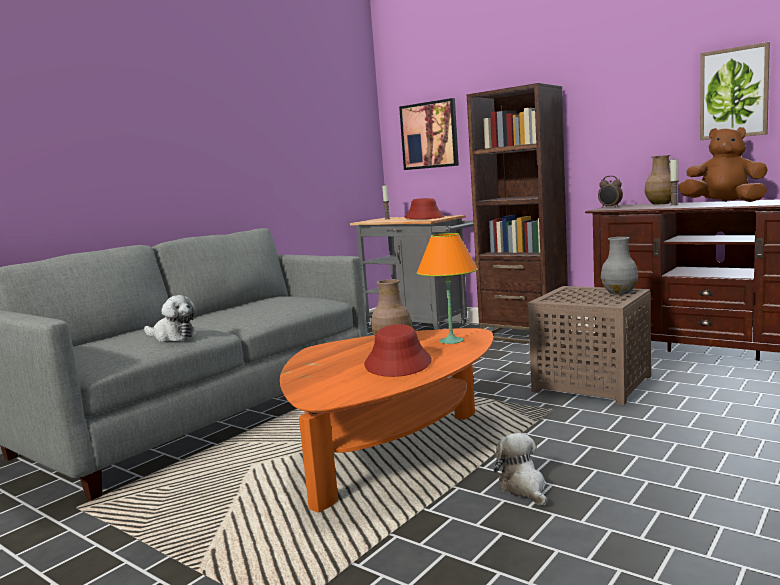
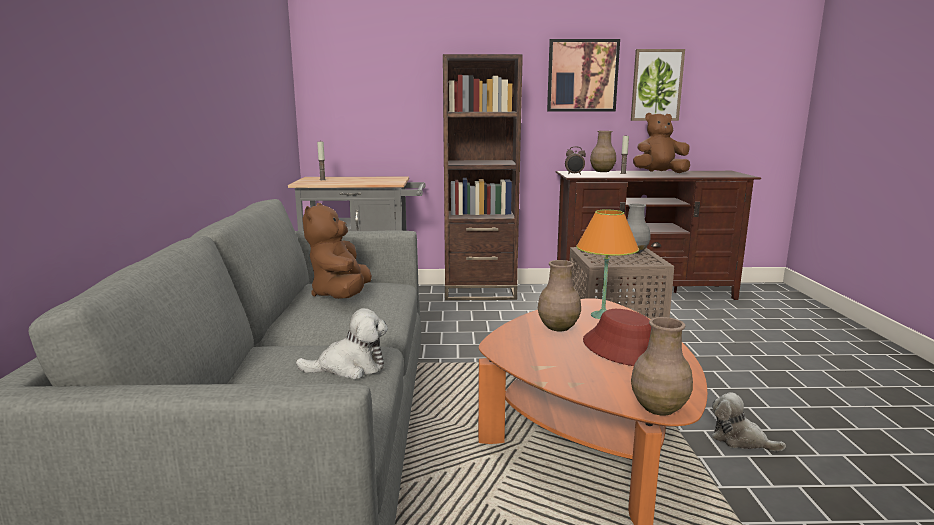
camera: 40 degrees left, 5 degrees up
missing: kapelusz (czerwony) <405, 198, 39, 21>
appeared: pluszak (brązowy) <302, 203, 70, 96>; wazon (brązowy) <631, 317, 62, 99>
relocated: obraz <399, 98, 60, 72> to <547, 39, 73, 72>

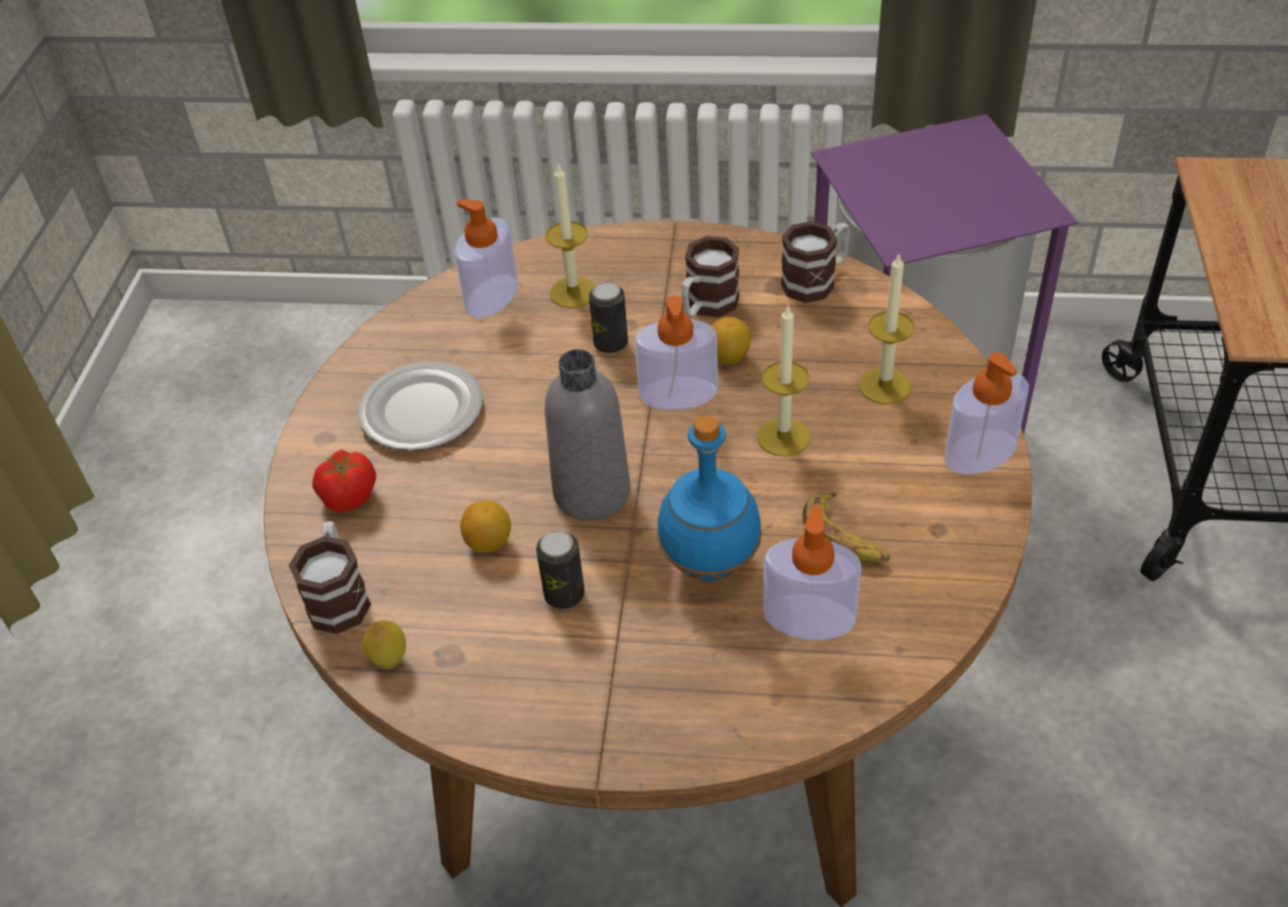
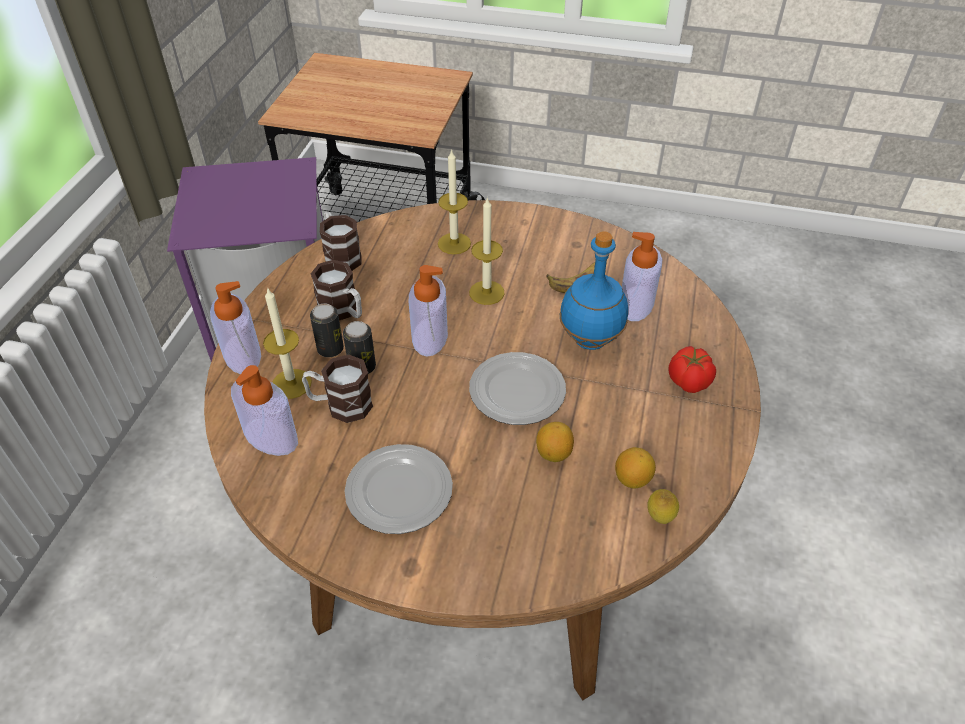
camera: 85 degrees left, 0 degrees up
relocated: dozownik mydła <944, 352, 85, 123> to <210, 281, 51, 93>; kubek <289, 521, 82, 113> to <302, 354, 71, 69>; puszka <536, 530, 49, 79> to <310, 303, 34, 54>; cytryna <711, 317, 40, 47> to <615, 447, 41, 42>; pomidor <312, 449, 64, 64> to <668, 346, 48, 47>
exchanged: butelka (szary) <545, 349, 86, 172> to talerz <469, 352, 97, 73>

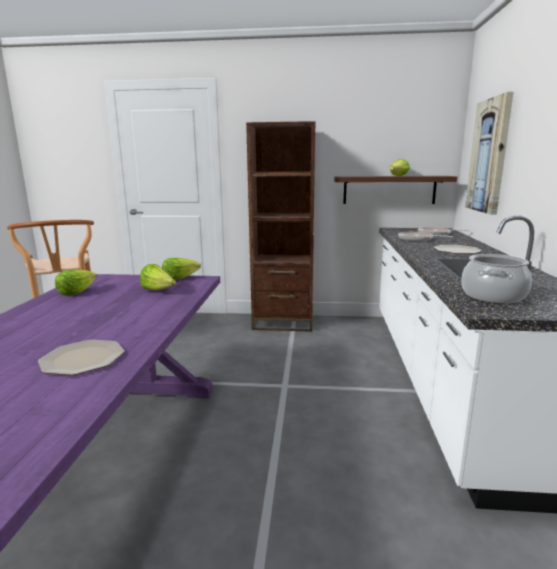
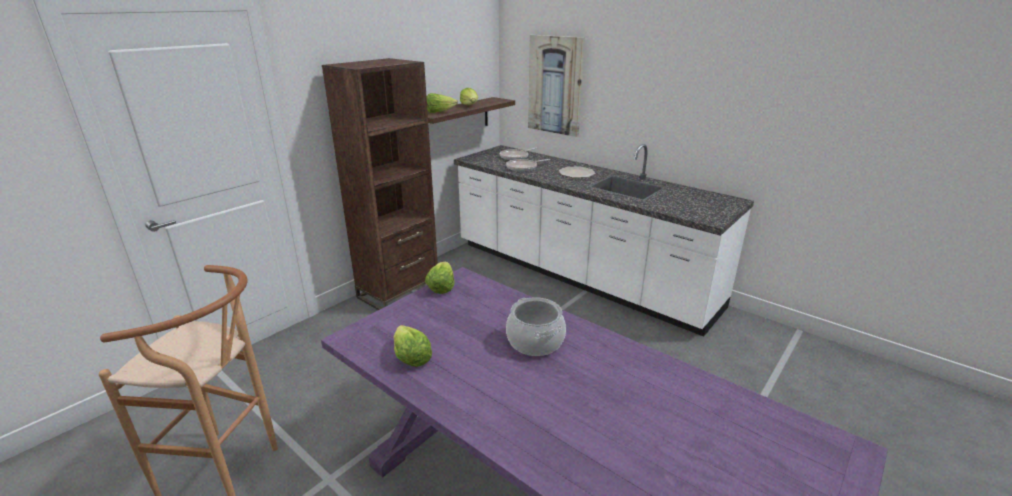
camera: 55 degrees left, 10 degrees up
missing: talerz <38, 340, 87, 35>
relocated: sałata <140, 264, 36, 26> to <427, 93, 31, 20>; garnek <461, 254, 71, 50> to <506, 297, 60, 59>

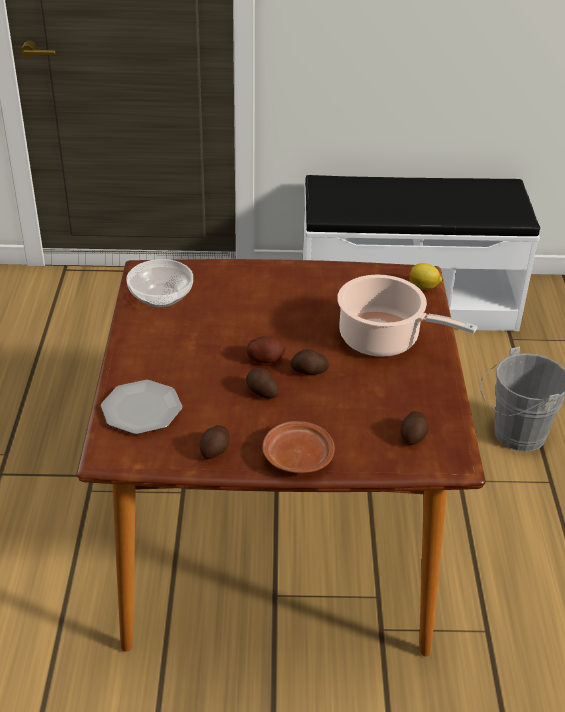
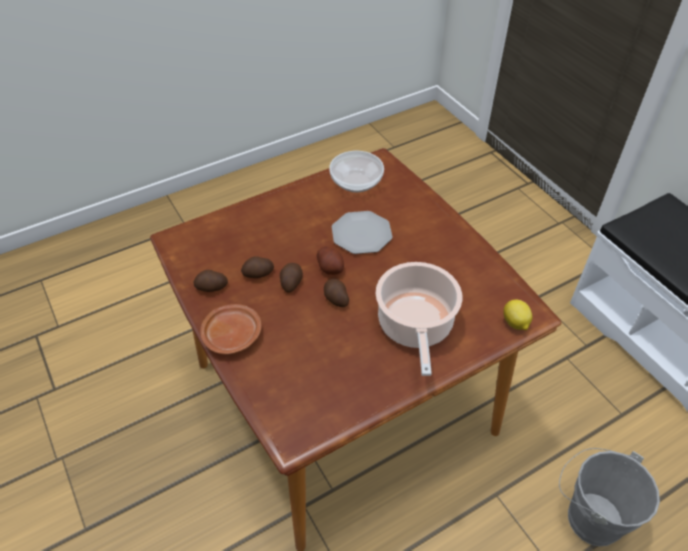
camera: 60 degrees right, 10 degrees up
relocated: ziemniak <400, 411, 29, 34> to <241, 256, 33, 22>; talerz <101, 380, 81, 54> to <332, 211, 61, 43>

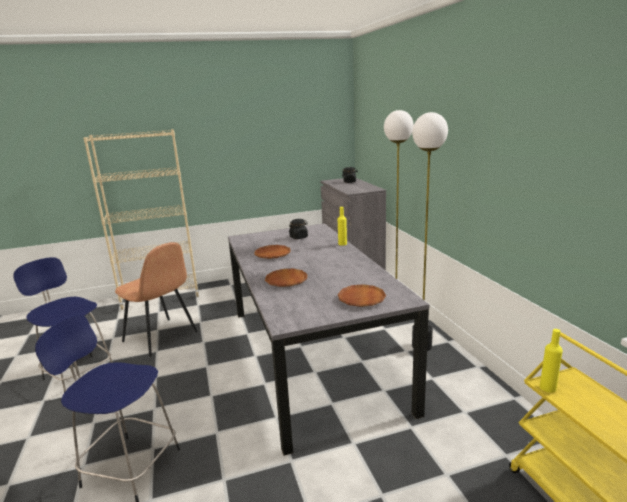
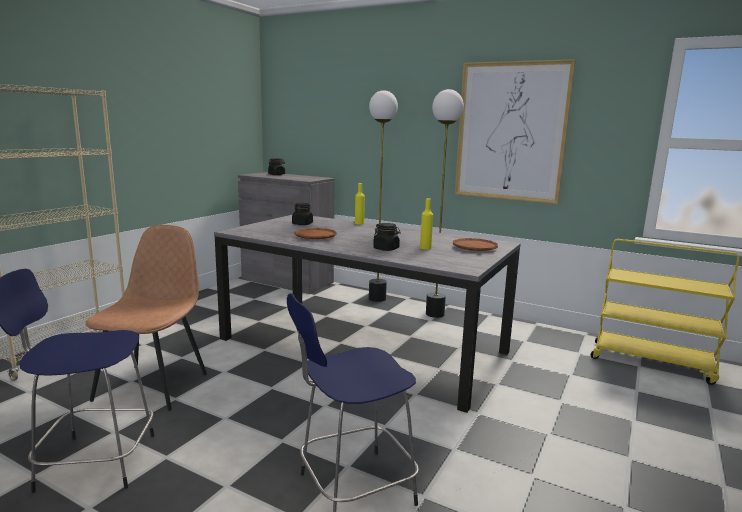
camera: 45 degrees left, 5 degrees down
appeared: obraz <455, 59, 121, 145>
relocated: butelka (żółty) <540, 329, 23, 64> to <420, 199, 13, 51>
exchanged: talerz (brązowy) <265, 269, 42, 18> to słoik (czarny) <373, 223, 28, 28>
spun: krzesło (brązowy) <115, 242, 82, 115> = <86, 225, 121, 186> 75 degrees counterclockwise

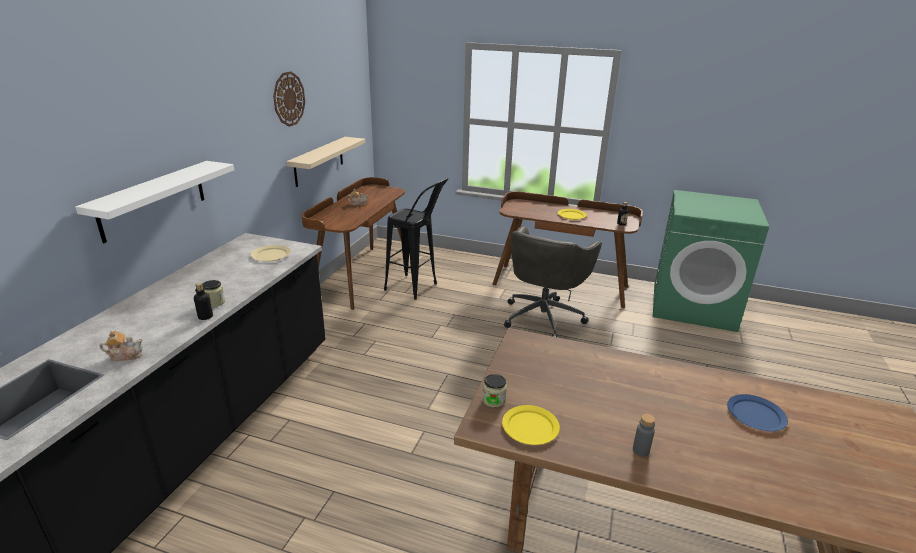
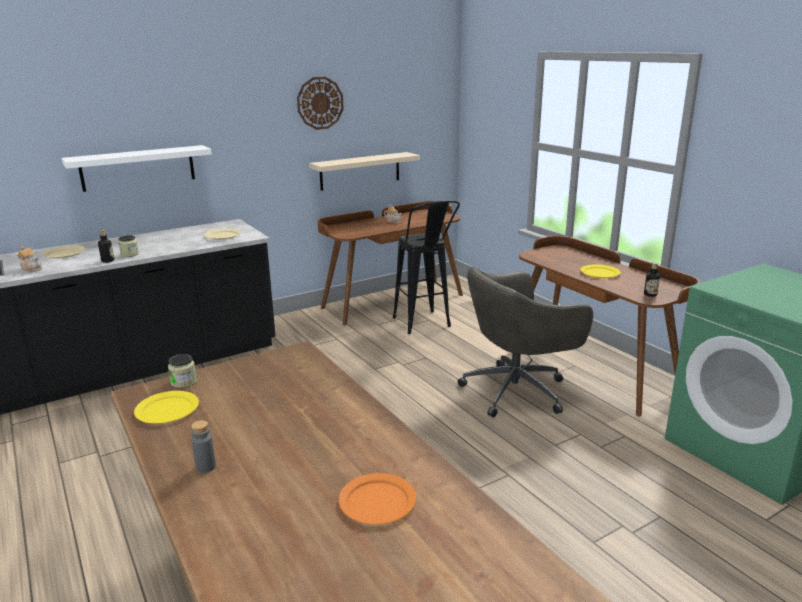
camera: 40 degrees right, 5 degrees down
appeared: talerz (beżowy) <42, 245, 43, 13>
colour: talerz (niebieski) <727, 394, 61, 37> to talerz (pomarańczowy) <339, 473, 77, 51>

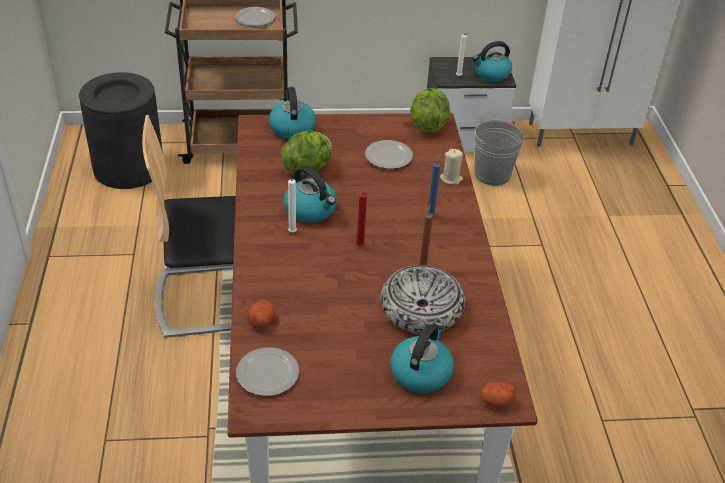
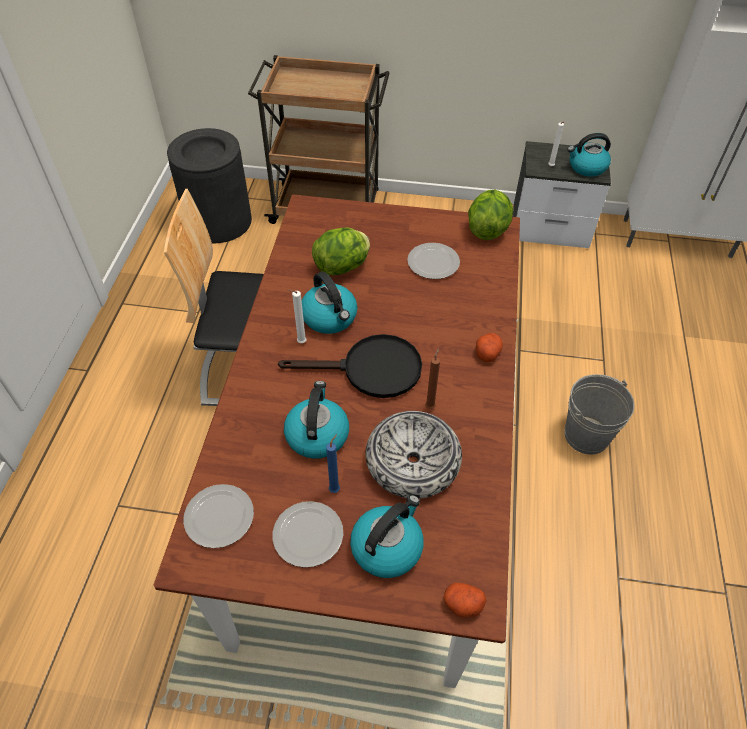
camera: 15 degrees right, 10 degrees up
missing: świeca (beżowy) <440, 149, 23, 36>
relocated: talerz <235, 7, 40, 19> to <273, 501, 70, 67>; czajnik <269, 87, 47, 52> to <284, 381, 65, 78>; świeca (niebieski) <427, 155, 14, 60> to <326, 434, 14, 59>; ziemniak <248, 300, 27, 30> to <476, 333, 27, 30>; wiadro (szary) <474, 119, 50, 67> to <564, 374, 70, 81>
exchanged: świeca (czerwony) <356, 188, 15, 58> to patelnia (czarny) <278, 334, 144, 64>

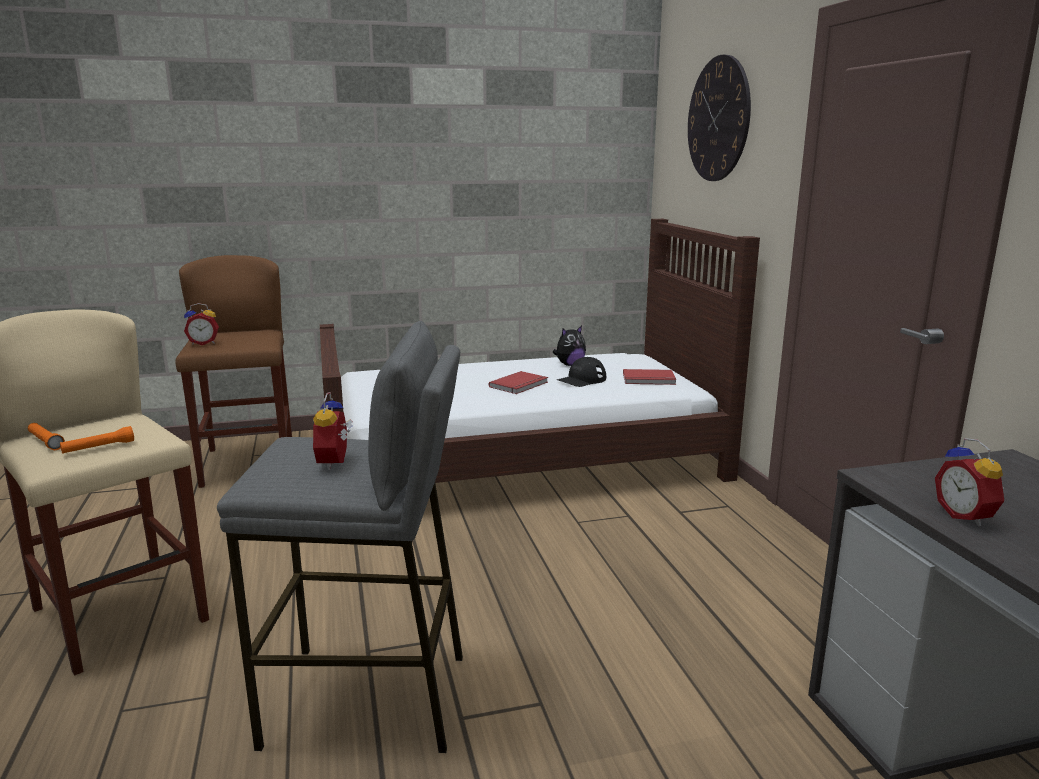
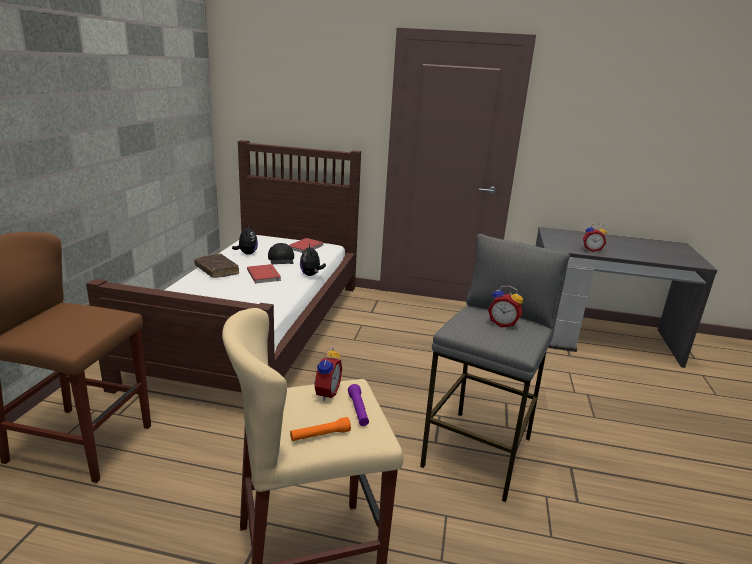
camera: 65 degrees left, 5 degrees up
missing: zegar ścienny <688, 55, 63, 126>
appeared: książka (brązowy) <194, 254, 45, 24>; pluszak <300, 244, 26, 32>
relocated: budzik <184, 303, 35, 42> to <314, 346, 28, 55>
colour: latarka (pomarańczowy) <60, 426, 74, 28> to latarka (fioletowy) <348, 384, 21, 42>

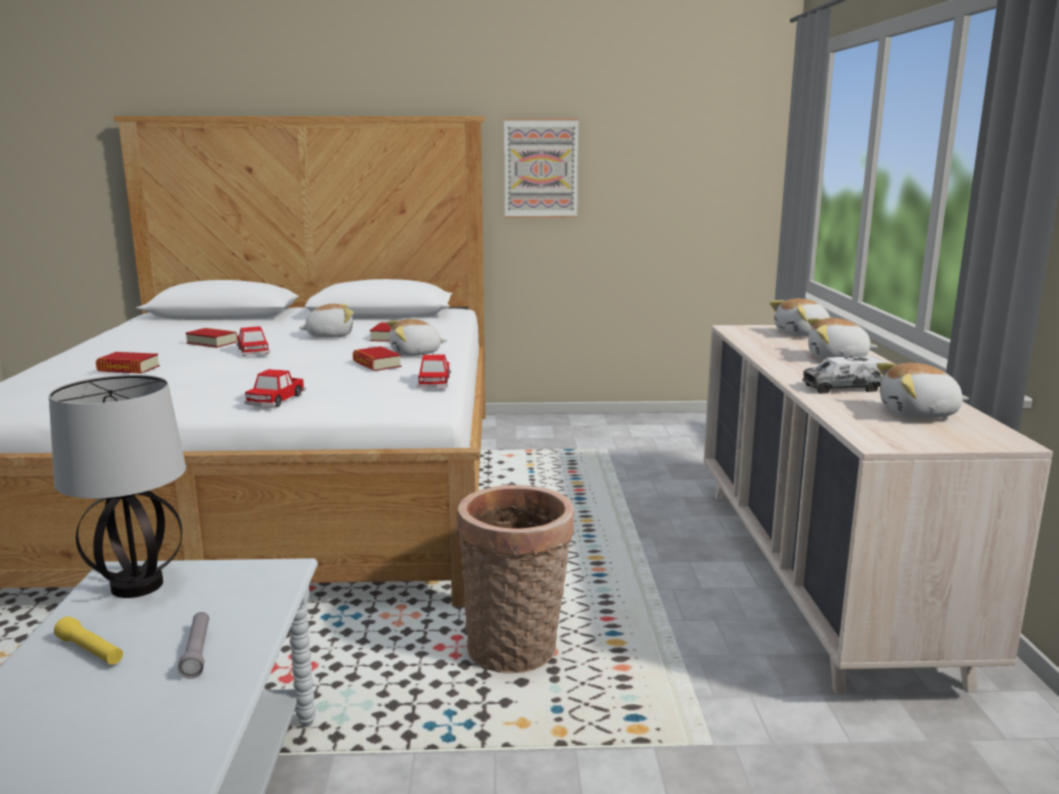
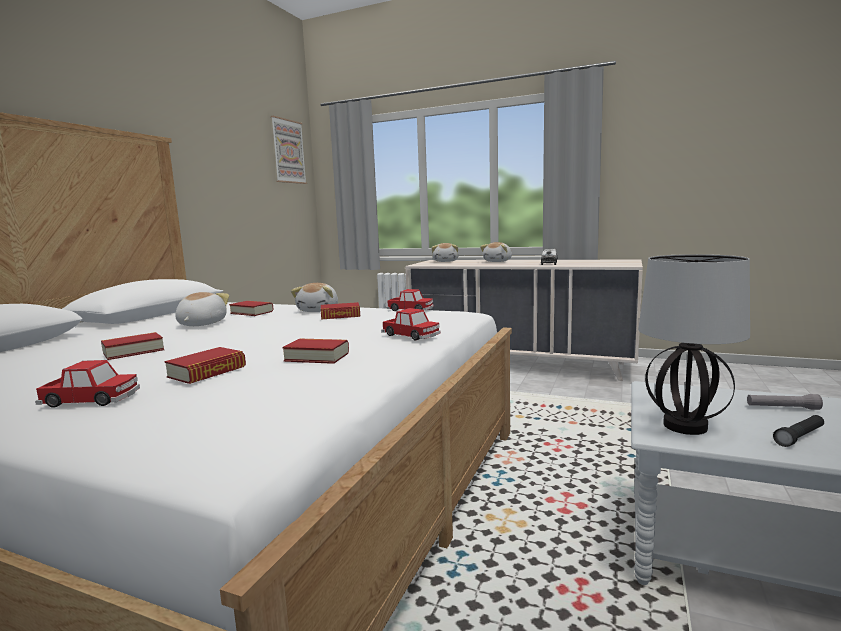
camera: 65 degrees left, 5 degrees down
missing: koszyk <456, 485, 118, 188>; pluszak <877, 363, 92, 56>
appeared: książka <282, 338, 67, 26>
relocated: samochodzik <236, 326, 34, 30> to <35, 360, 105, 48>; obraz <504, 118, 74, 100> to <271, 116, 36, 68>
colour: latarka (żółty) <54, 616, 69, 49> to latarka (czarny) <773, 415, 51, 32>

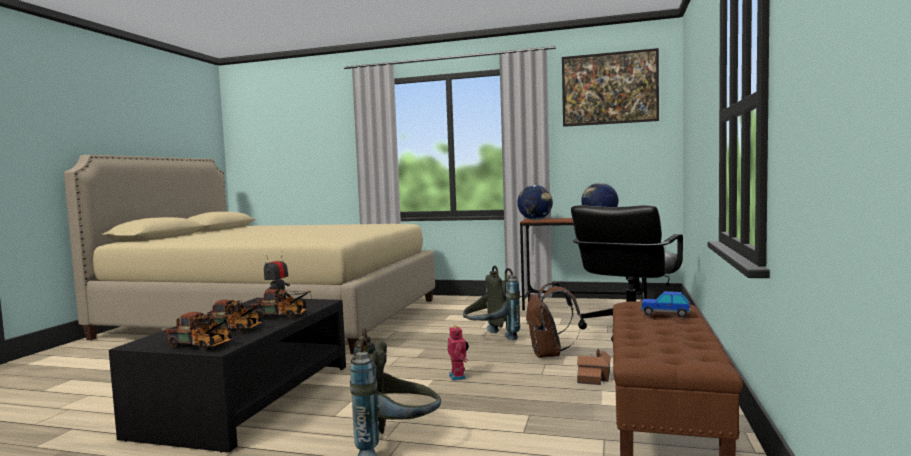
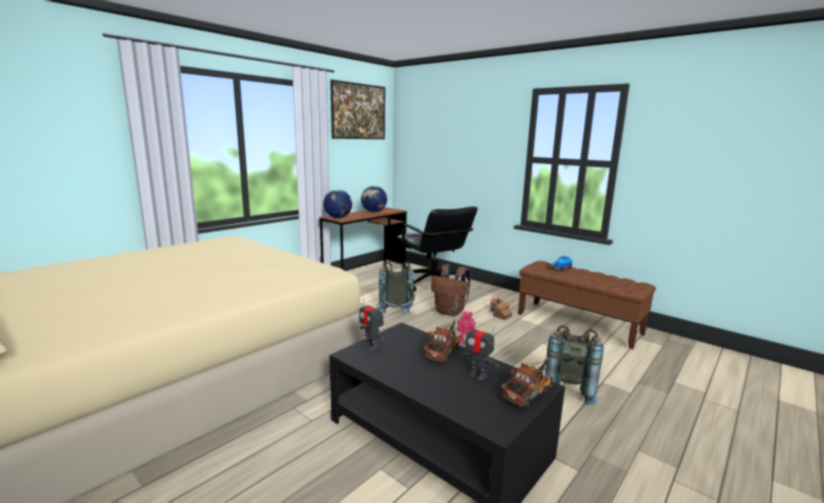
camera: 65 degrees left, 10 degrees up
exchanged: ciężarówka zabawkowa <204, 299, 62, 34> to robot zabawkowy <460, 319, 40, 61>

